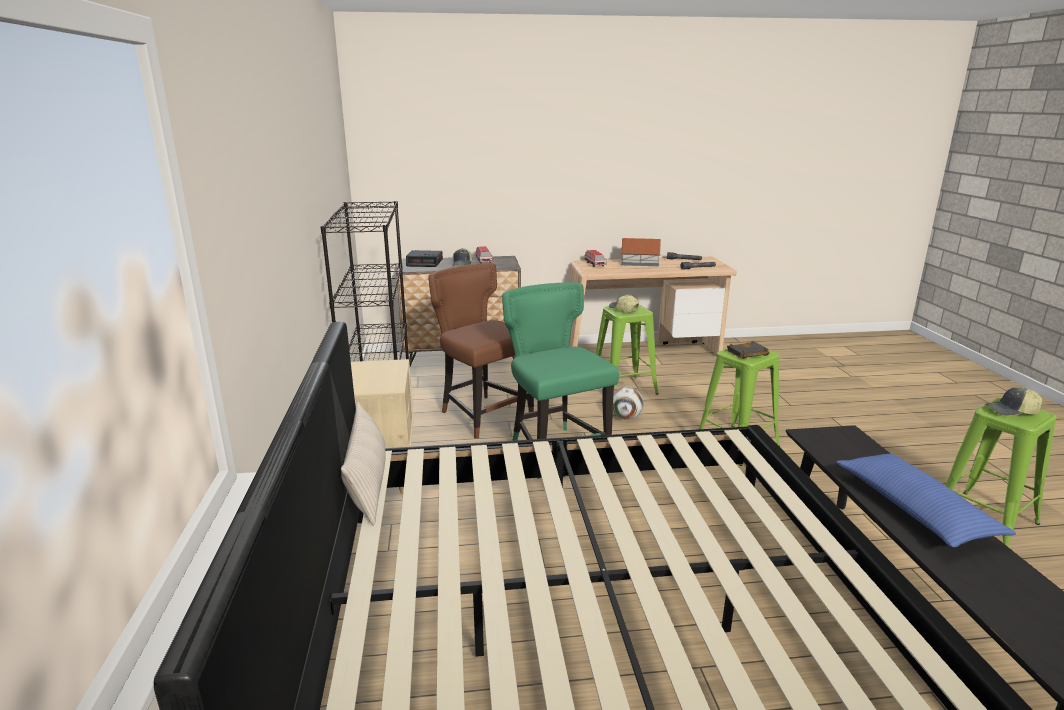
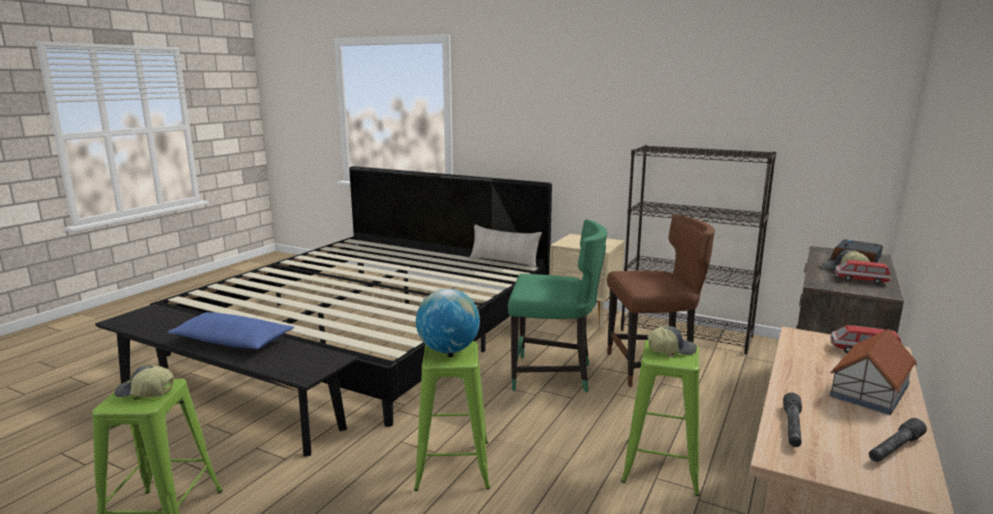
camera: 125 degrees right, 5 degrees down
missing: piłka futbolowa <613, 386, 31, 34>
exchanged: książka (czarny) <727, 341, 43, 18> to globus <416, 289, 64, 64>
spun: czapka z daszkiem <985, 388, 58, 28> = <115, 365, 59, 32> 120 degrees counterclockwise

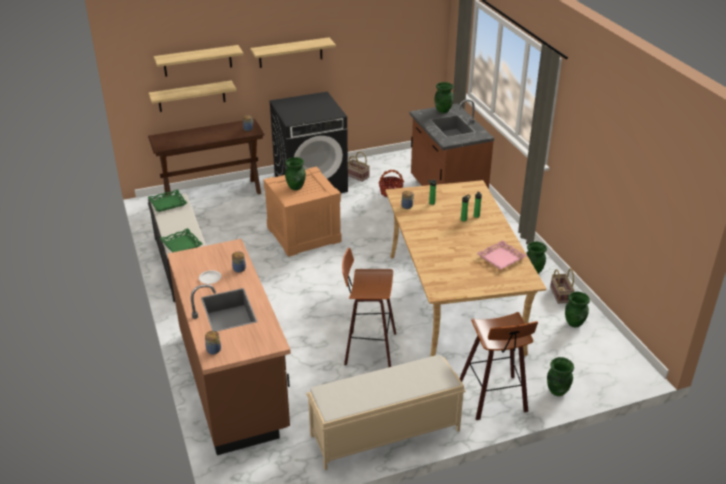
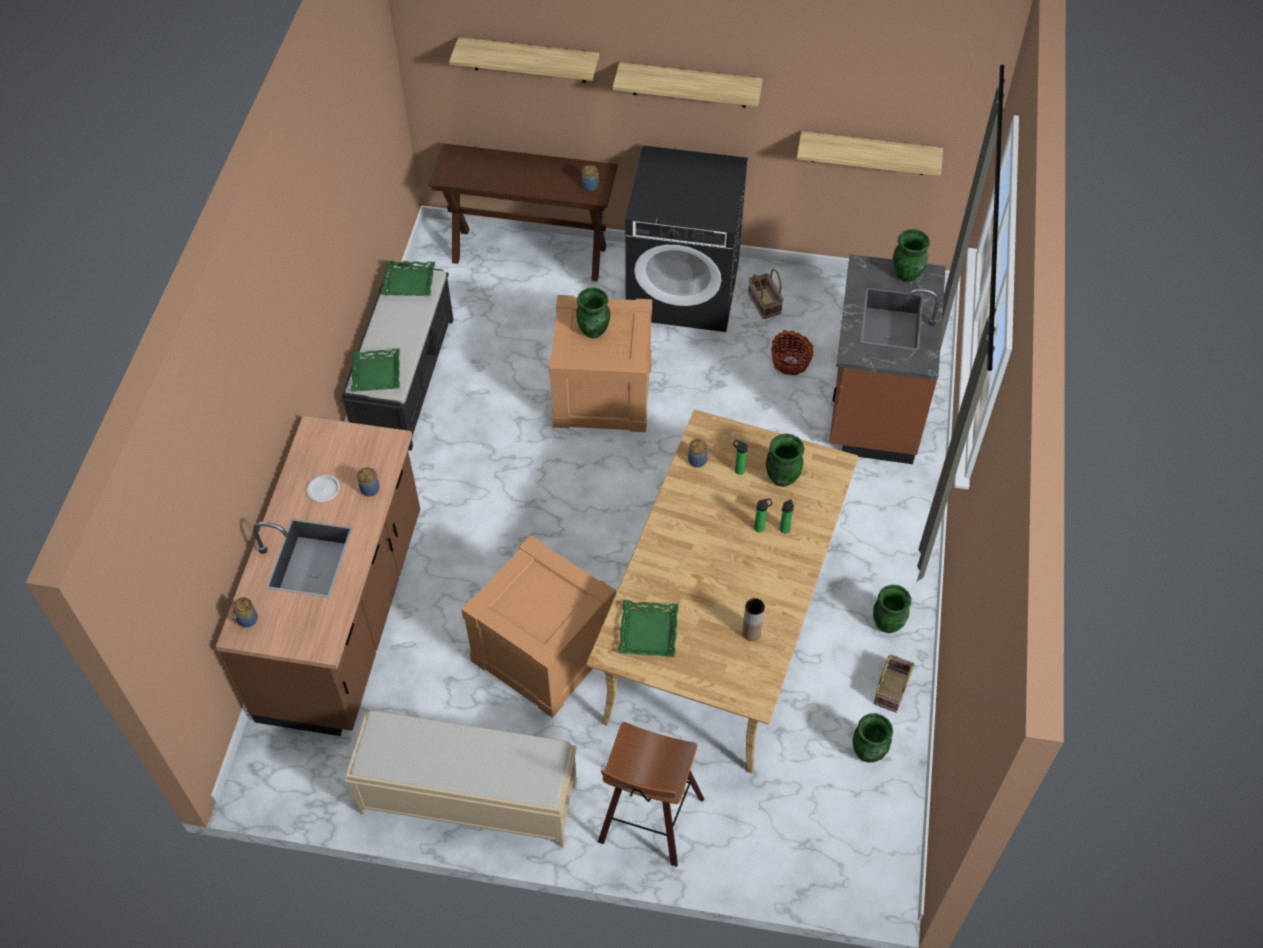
camera: 30 degrees right, 20 degrees up
appeared: taca (zielony) <618, 600, 61, 57>
relocated: wazon (zielony) <547, 357, 27, 39> to <766, 433, 39, 54>; półka <149, 81, 88, 31> to <797, 131, 146, 45>
exchanged: stołek <342, 248, 54, 119> to skrzynka <461, 535, 155, 183>; taca (różowy) <477, 240, 50, 30> to wazon (brązowy) <742, 598, 23, 43>

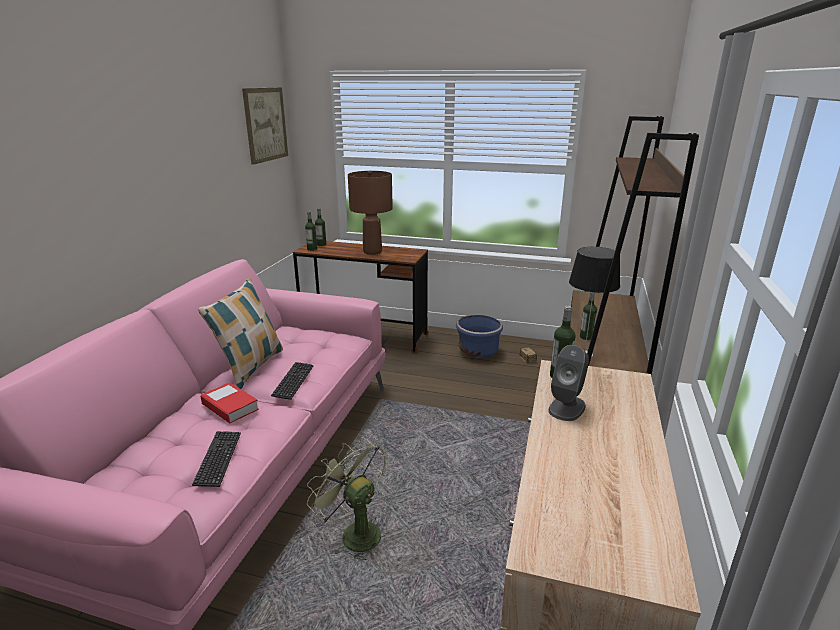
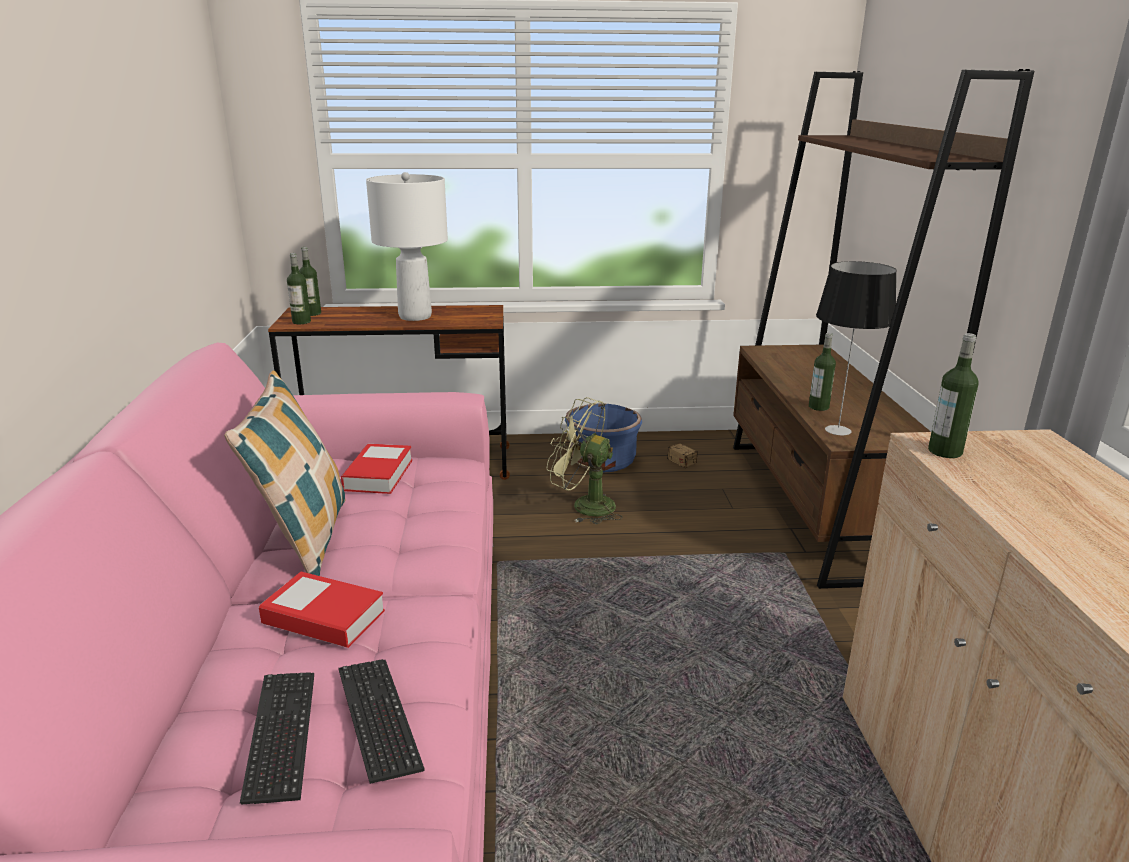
camera: 20 degrees left, 0 degrees up
missing: obraz <242, 87, 46, 78>; głośnik (szary) <548, 345, 41, 76>
appeared: książka <341, 444, 72, 50>
relocated: klawiatura <271, 362, 42, 38> to <240, 672, 74, 133>; wentylator (zielony) <307, 437, 78, 123> to <547, 397, 76, 127>
colour: lampa stołowa (brązowy) <348, 170, 45, 85> to lampa stołowa (biały) <366, 172, 82, 149>

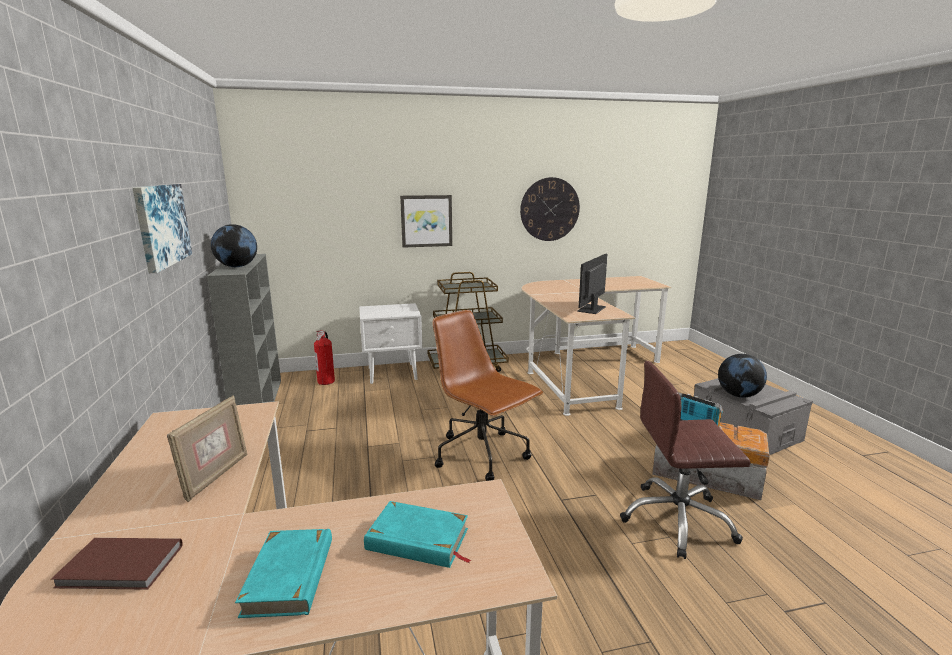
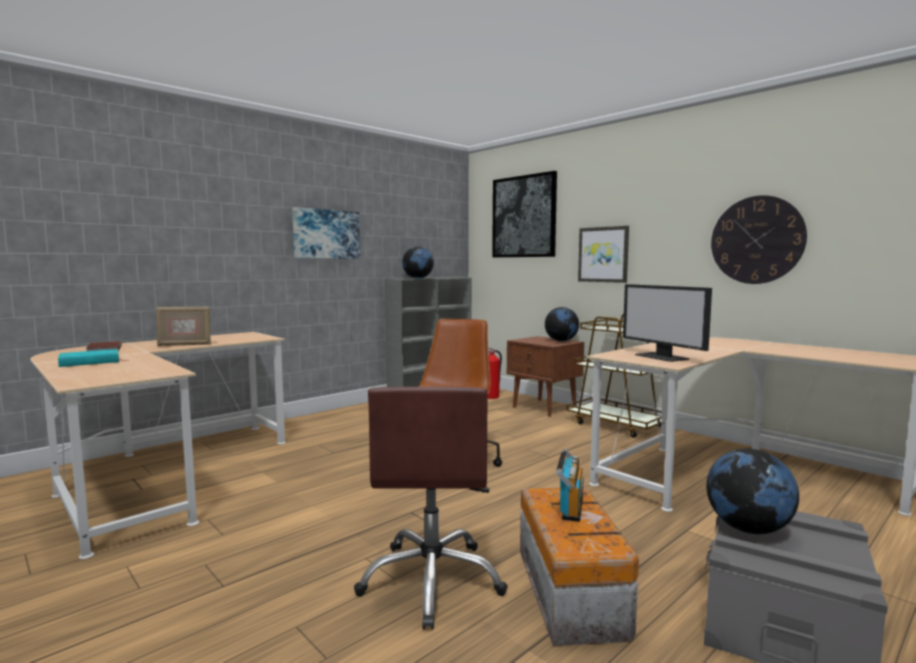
camera: 60 degrees right, 10 degrees down
missing: książka (turkusowy) <364, 501, 107, 67>
appeared: obraz <492, 171, 65, 86>; globus <545, 307, 34, 34>
colour: szafka nocna (biały) <359, 303, 63, 81> to szafka nocna (brązowy) <507, 336, 77, 81>
spun: krzesło biurowe (brązowy) <620, 361, 131, 198> = <354, 387, 154, 242> 150 degrees counterclockwise; monitor <577, 254, 31, 60> = <623, 284, 89, 78> 120 degrees counterclockwise

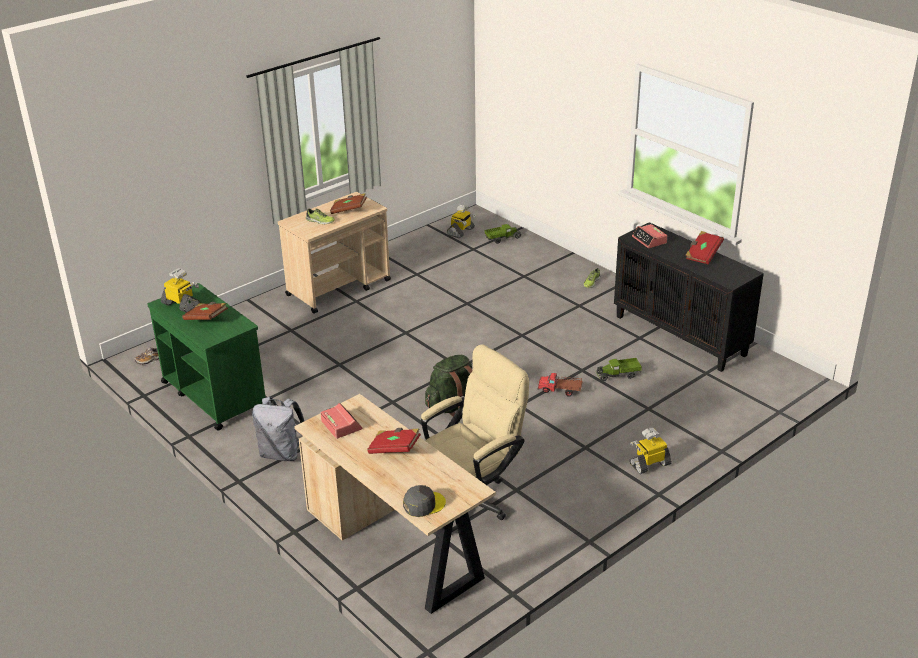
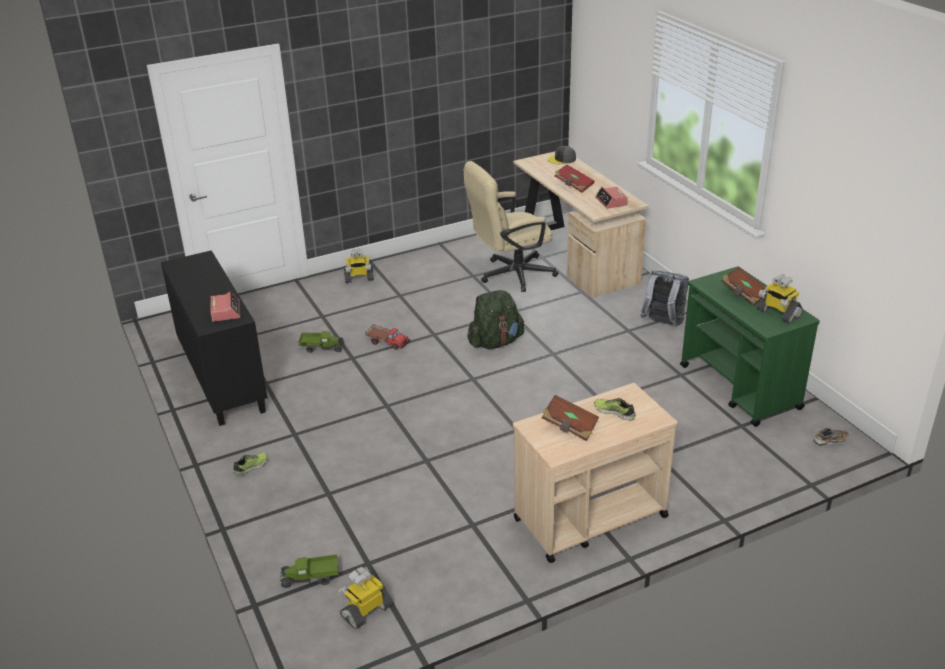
camera: 165 degrees left, 0 degrees up
missing: książka (czerwony) <686, 231, 38, 33>

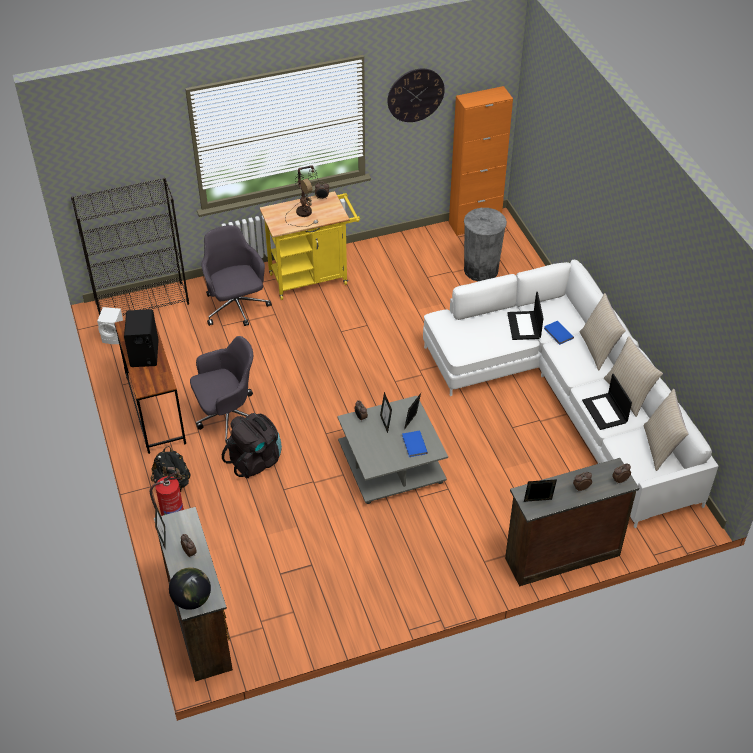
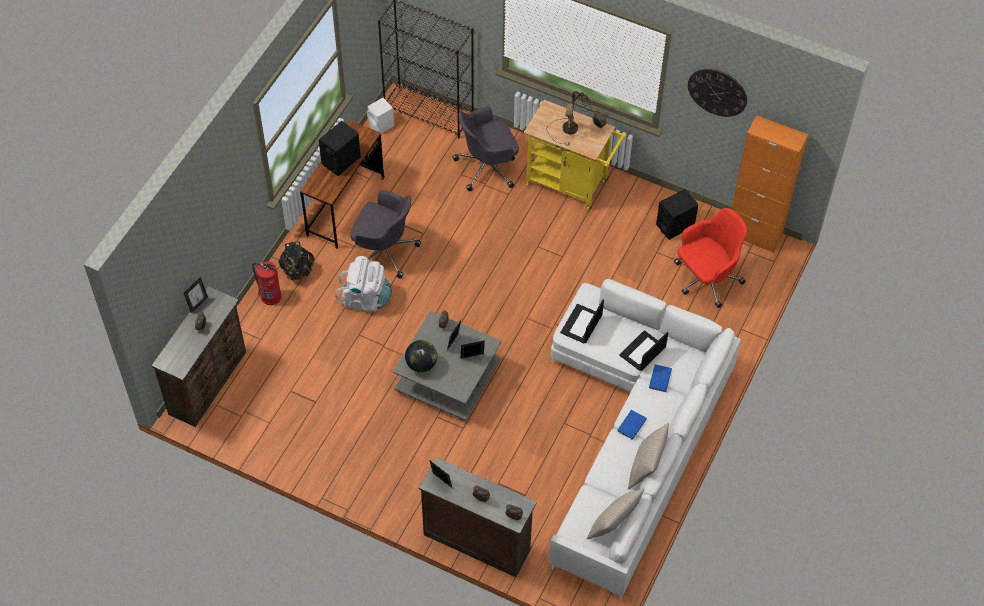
camera: 45 degrees right, 10 degrees up
missing: poduszka (beżowy) <580, 293, 46, 78>
appeared: głośnik (czarny) <656, 189, 42, 51>
relocated: globus <169, 567, 42, 43> to <405, 340, 32, 32>; laptop <582, 374, 50, 56> to <560, 300, 44, 44>; książka (niebieski) <402, 431, 26, 26> to <617, 410, 30, 30>
exchanged: kosz na śmieci (szary) <464, 208, 43, 73> to krzesło biurowe (czerwony) <674, 208, 73, 100>
colour: plecak (czarny) <222, 413, 60, 66> to plecak (biały) <335, 256, 57, 55>
spun: krzesło biurowe (szary) <202, 225, 70, 101> = <453, 107, 66, 84> 135 degrees counterclockwise

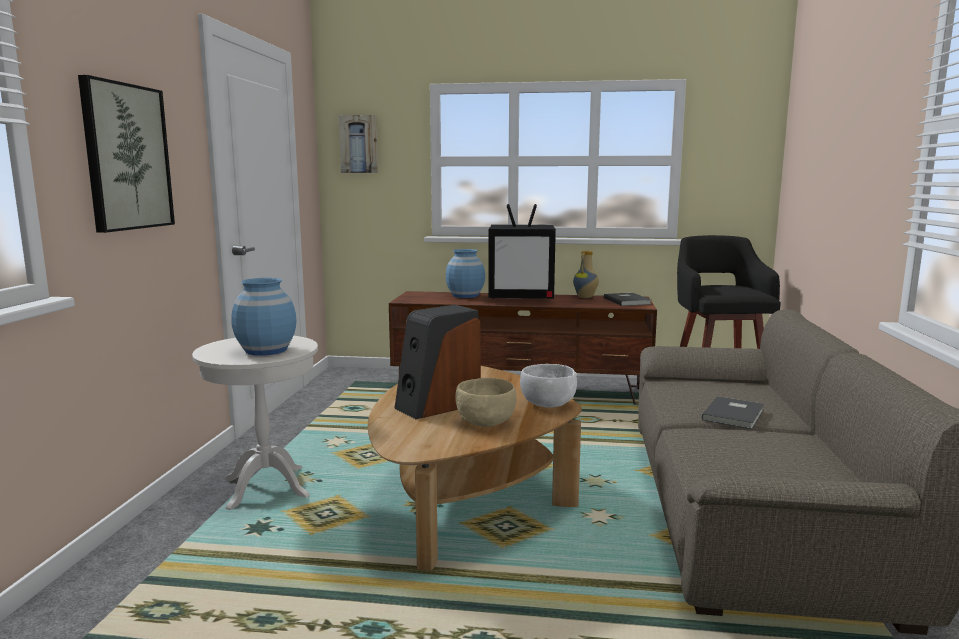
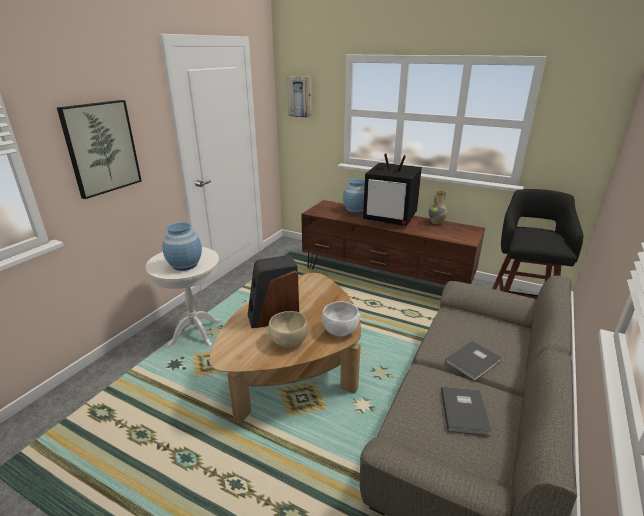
camera: 20 degrees right, 15 degrees up
relocated: książka (szary) <604, 293, 48, 13> to <441, 387, 50, 49>

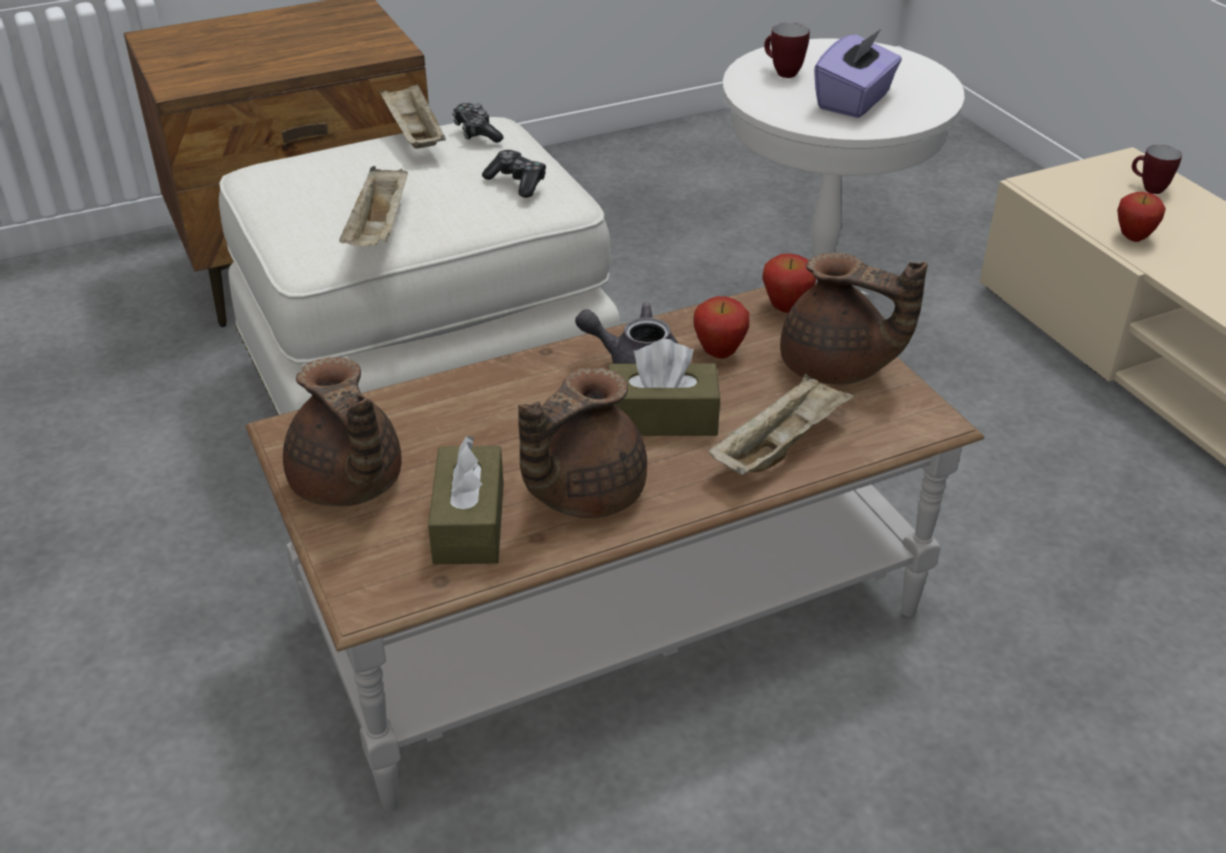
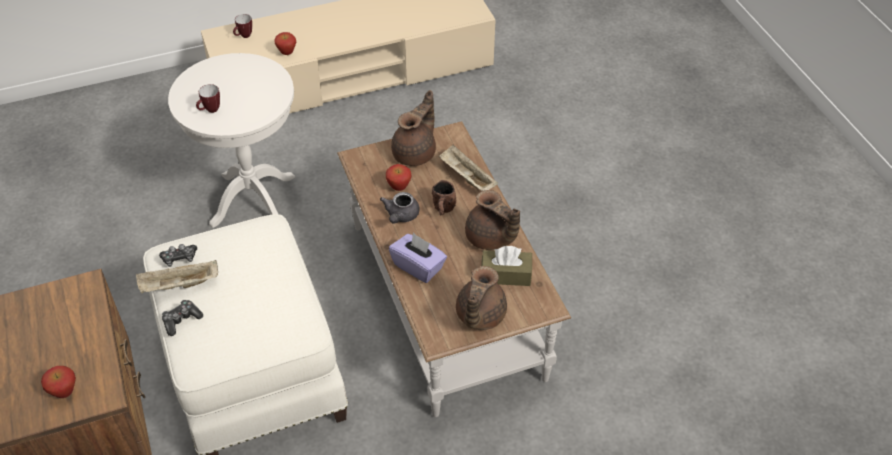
camera: 85 degrees left, 10 degrees up
missing: taca (beżowy) <339, 166, 69, 80>
relocated: jabłko <762, 253, 54, 60> to <41, 366, 35, 32>; pad do gier <482, 150, 64, 48> to <162, 300, 41, 36>; pudełko chusteczek (fioletowy) <814, 28, 88, 90> to <389, 233, 58, 50>
exchanged: pudełko chusteczek (brązowy) <608, 339, 112, 97> to kubek (brązowy) <432, 180, 24, 35>
spun: imbryk (brązowy) <283, 357, 119, 149> = <456, 266, 51, 64> 135 degrees clockwise

